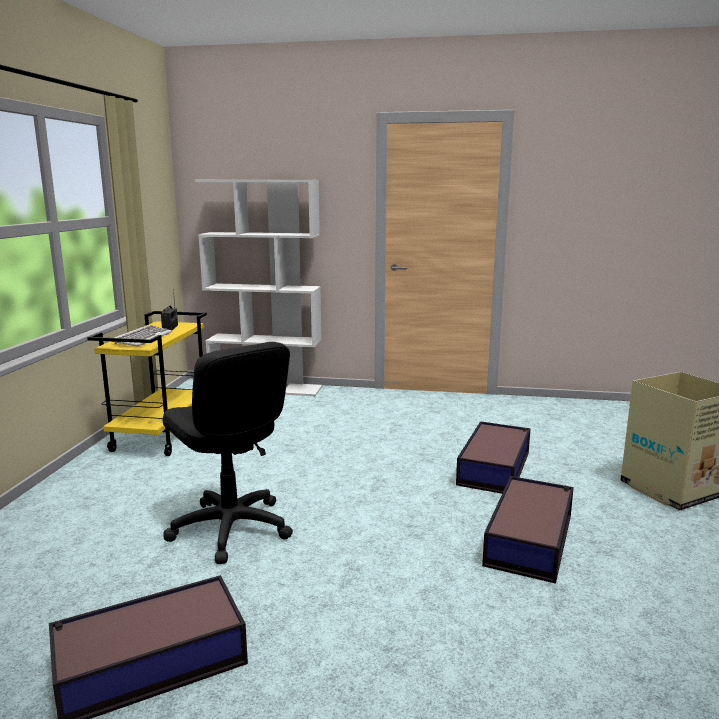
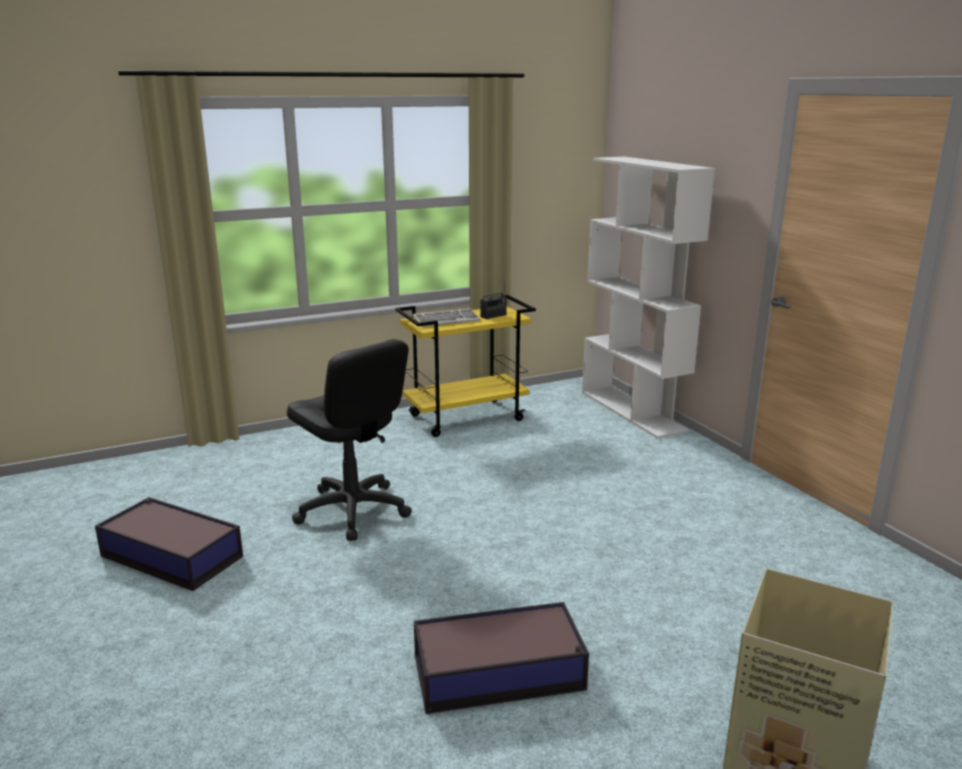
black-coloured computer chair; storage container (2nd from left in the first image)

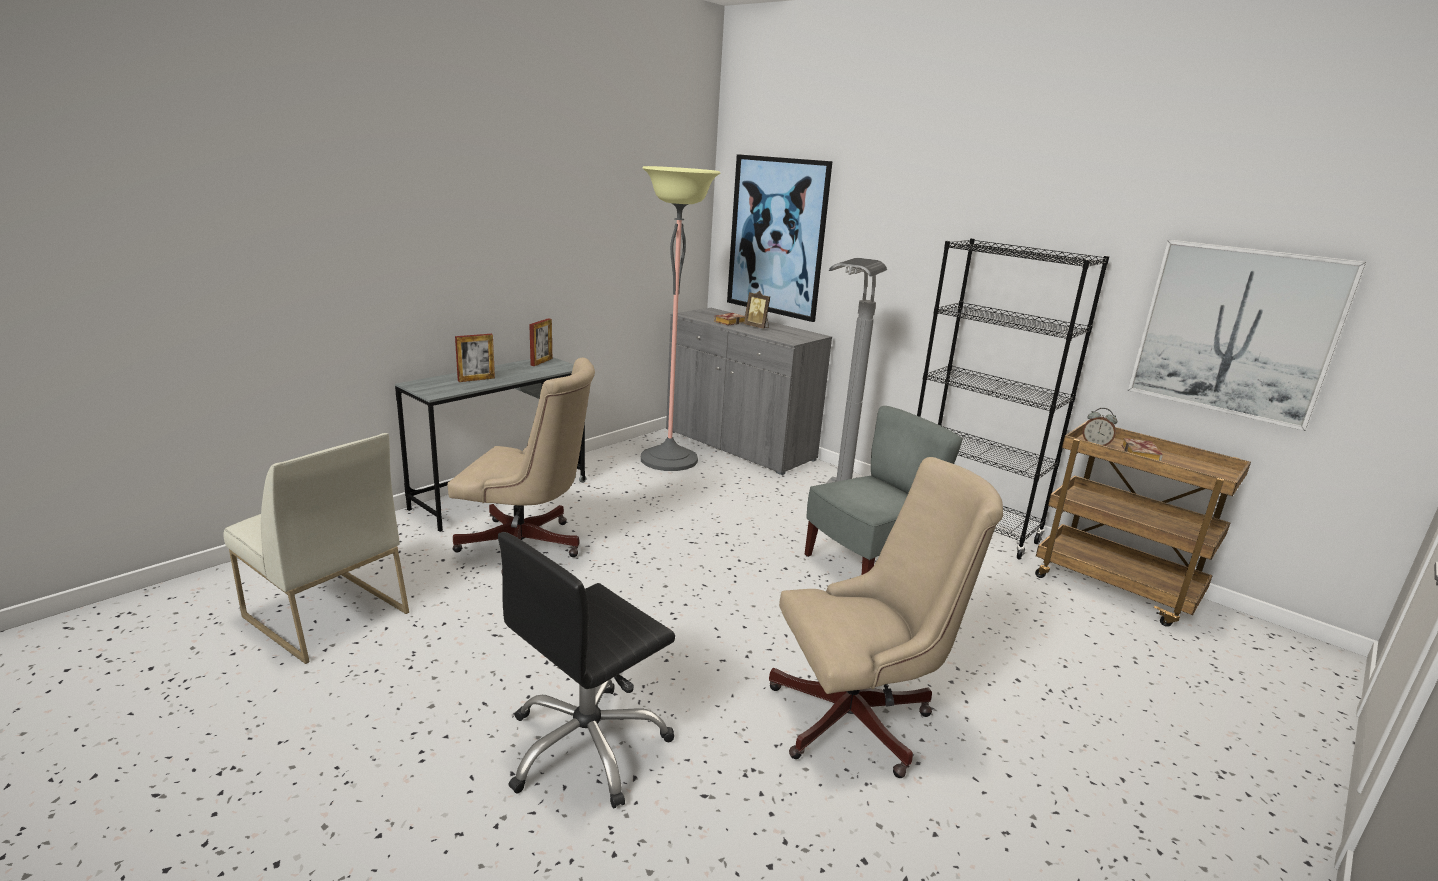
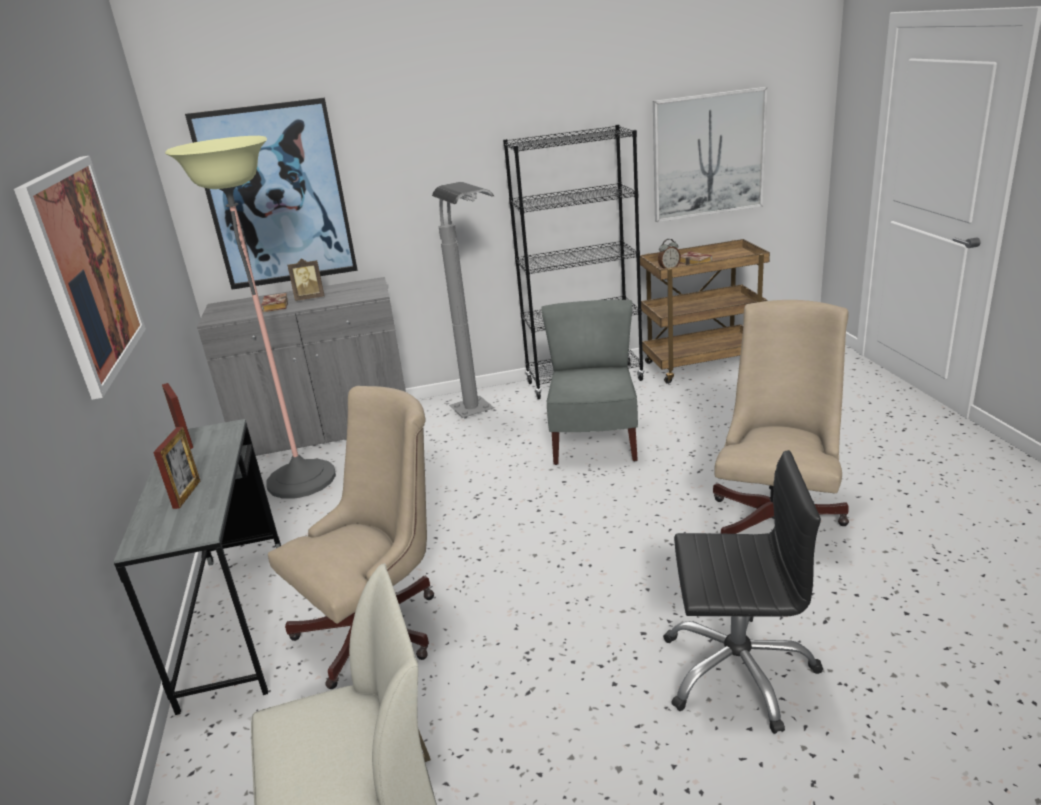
black-coloured computer chair; wall picture (1st from left)

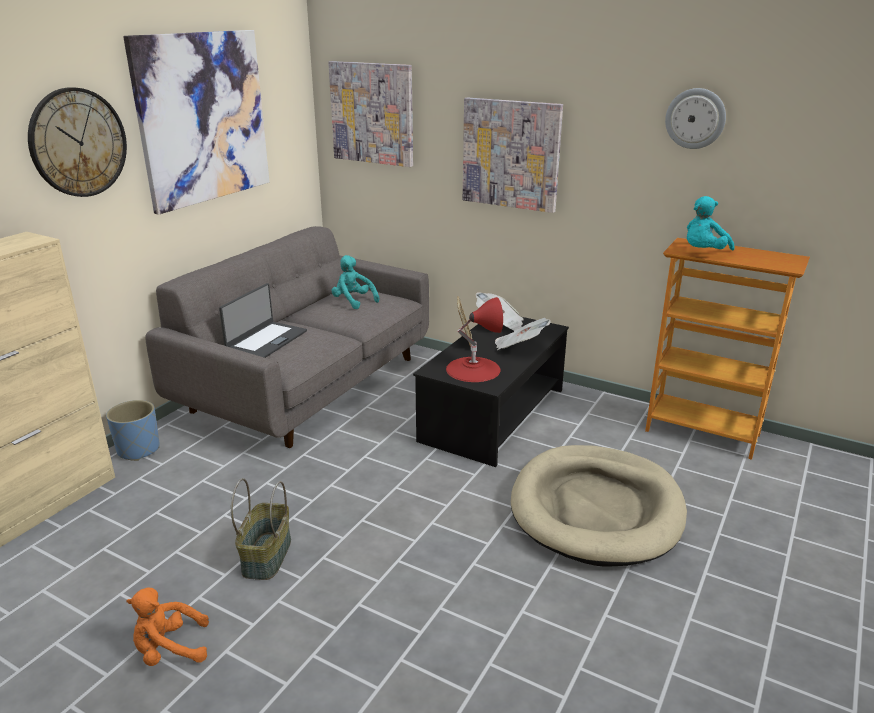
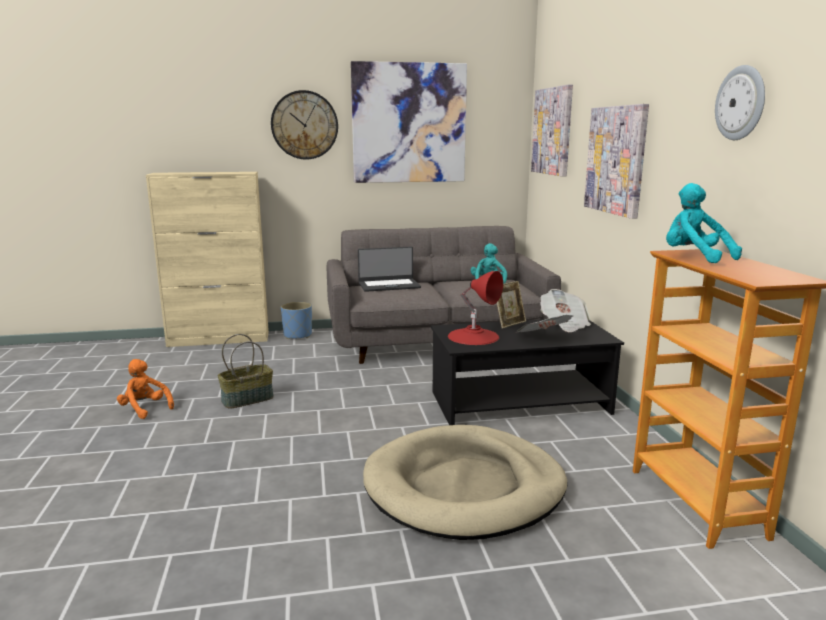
turquoise cuddly toy (2nd from left)

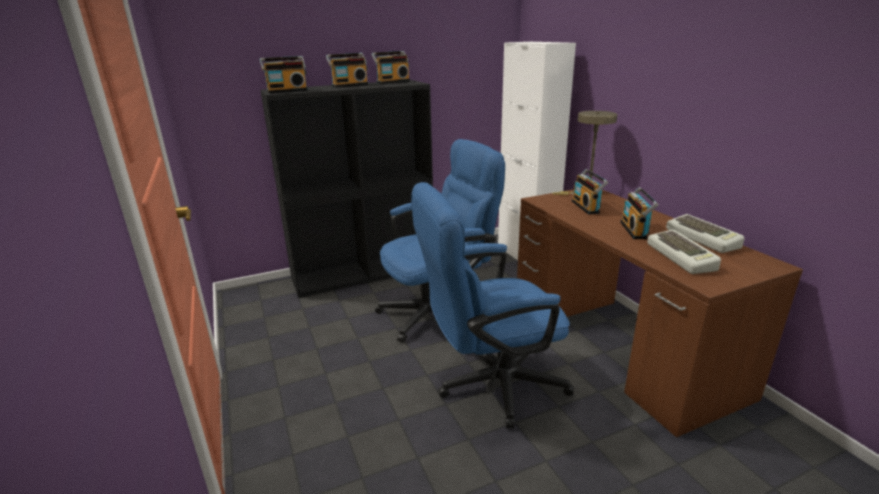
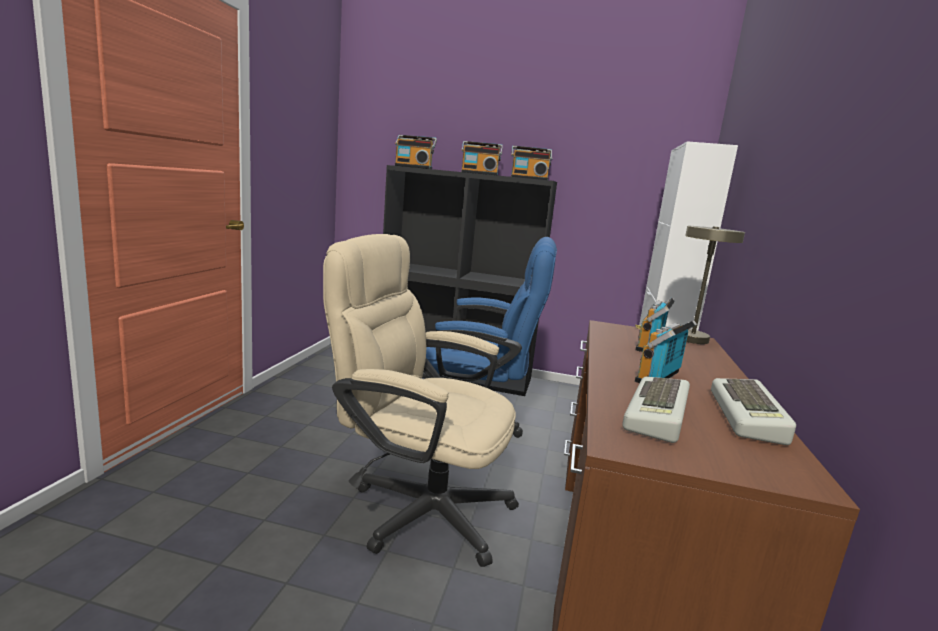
beige-coloured computer chair

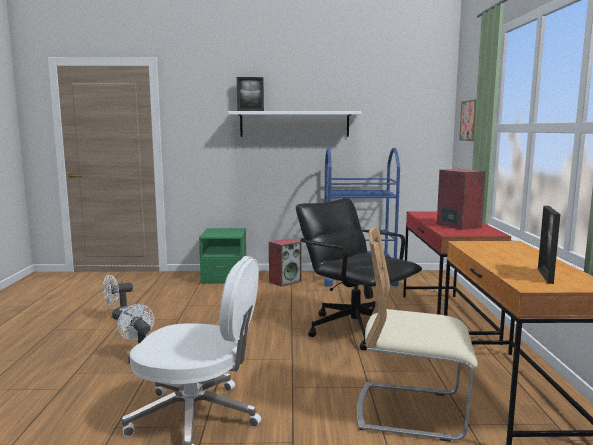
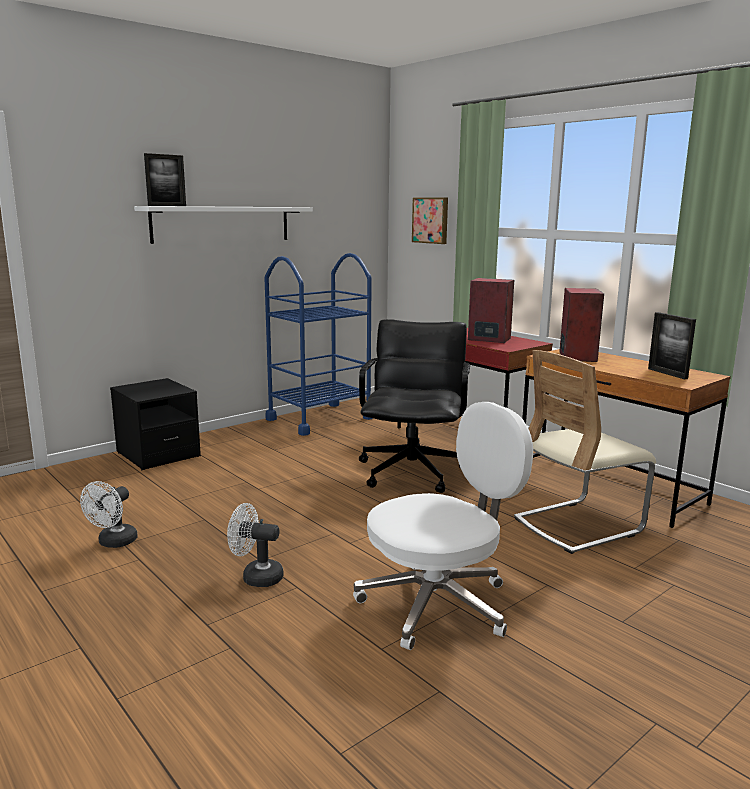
black-coloured computer chair; black-coloured night table; audio speaker (2nd from left)

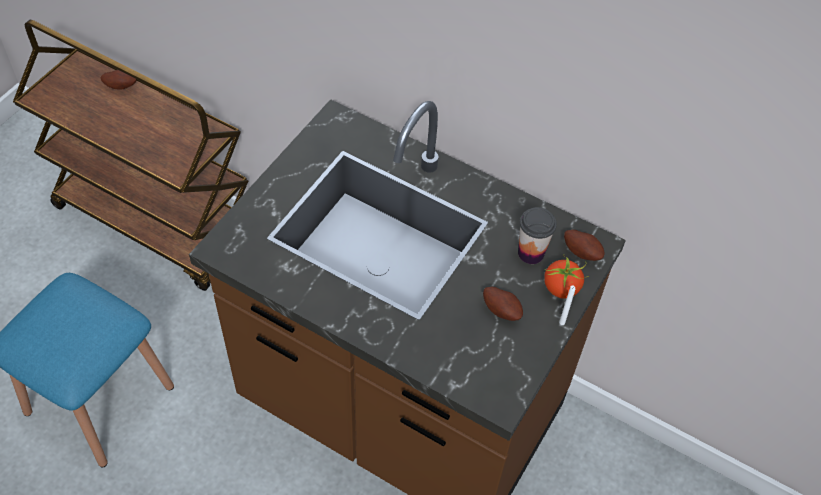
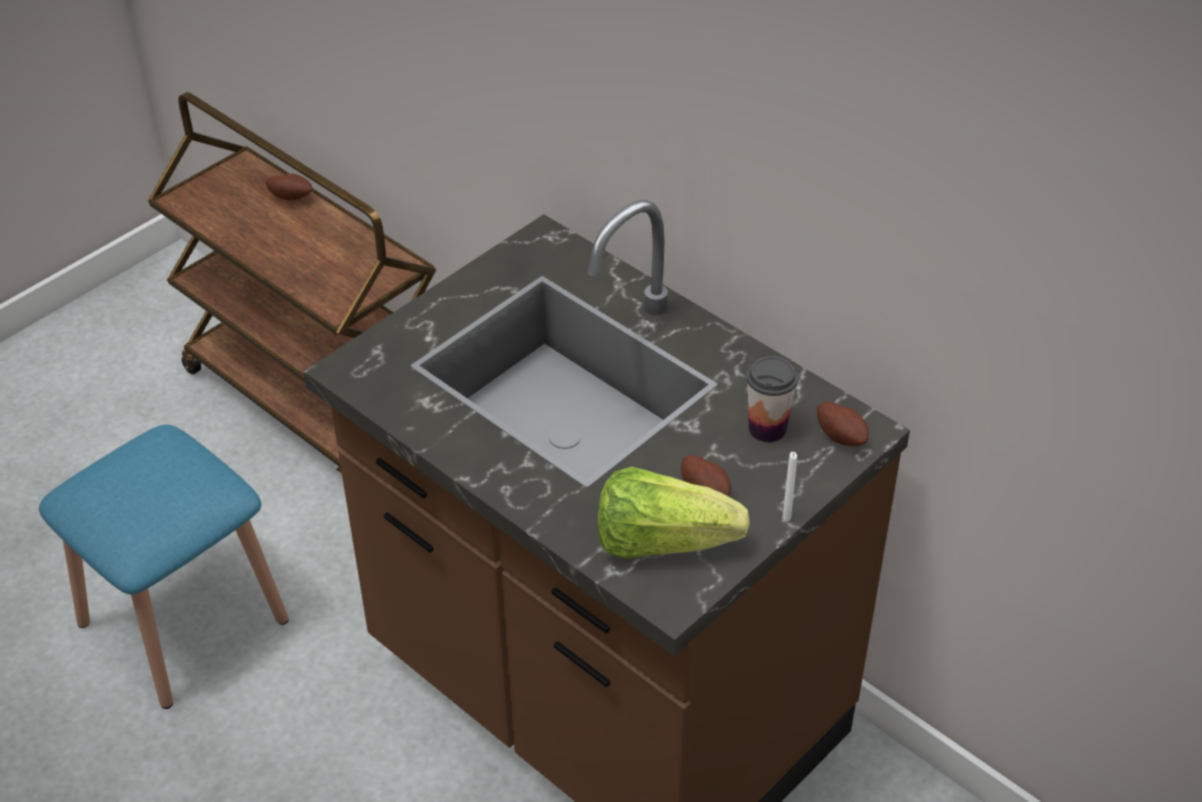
whole tomato; head of lettuce

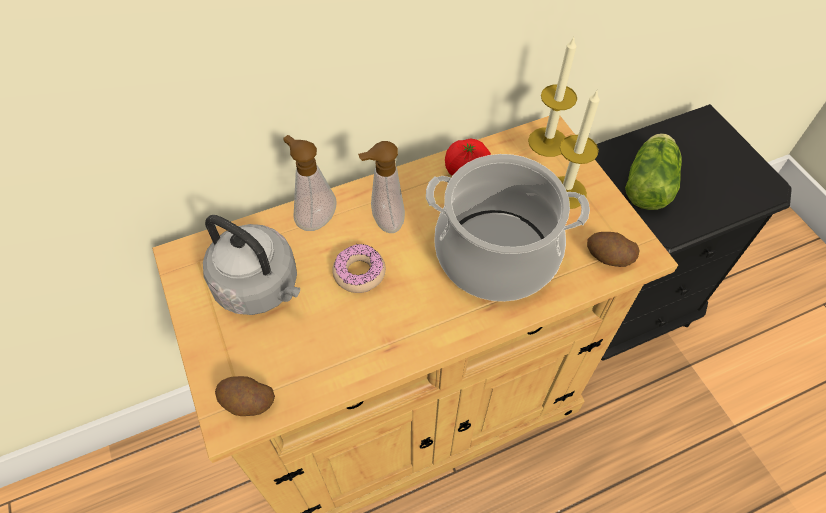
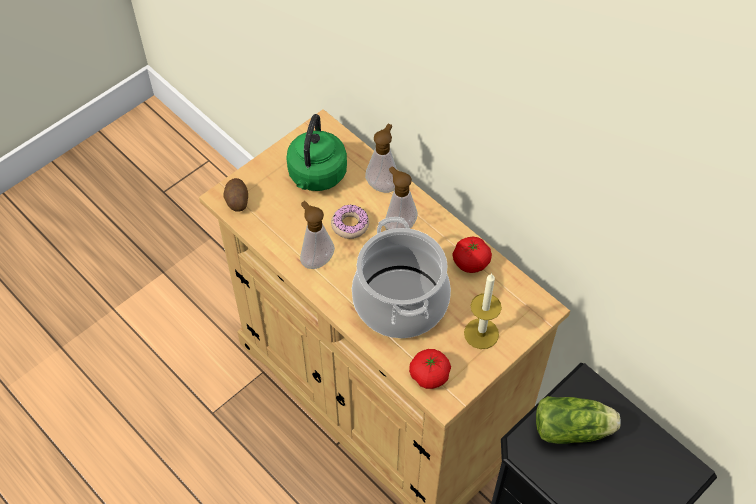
wax candle (1st from left in the first image); green kettle; whole tomato (1st from left); soap bottle (1st from left)

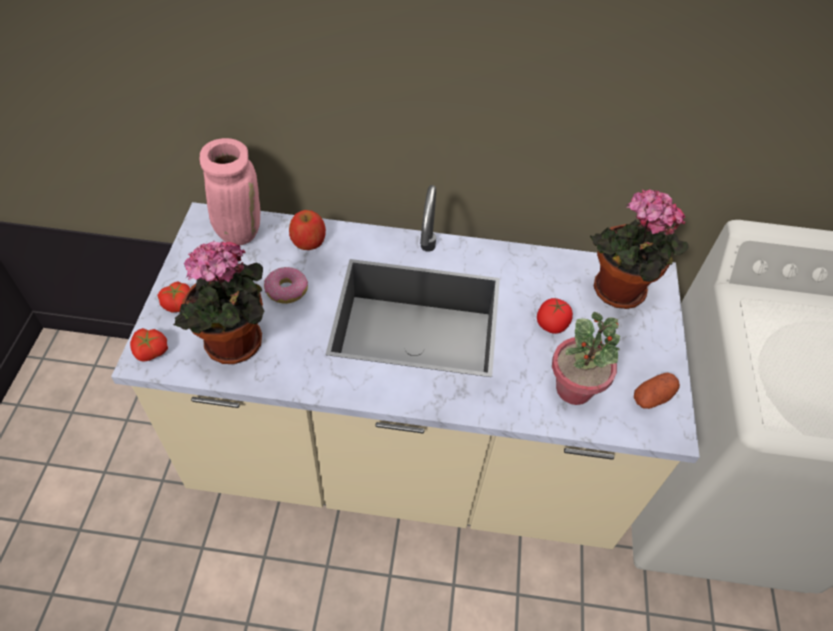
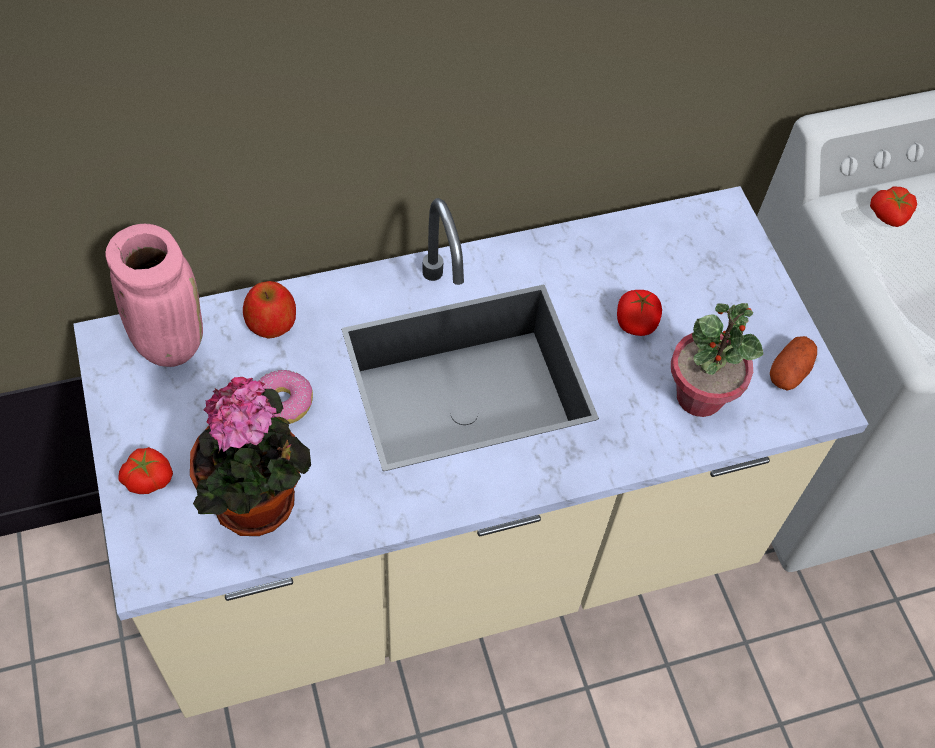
houseplant (3rd from left in the first image); whole tomato (3rd from left)

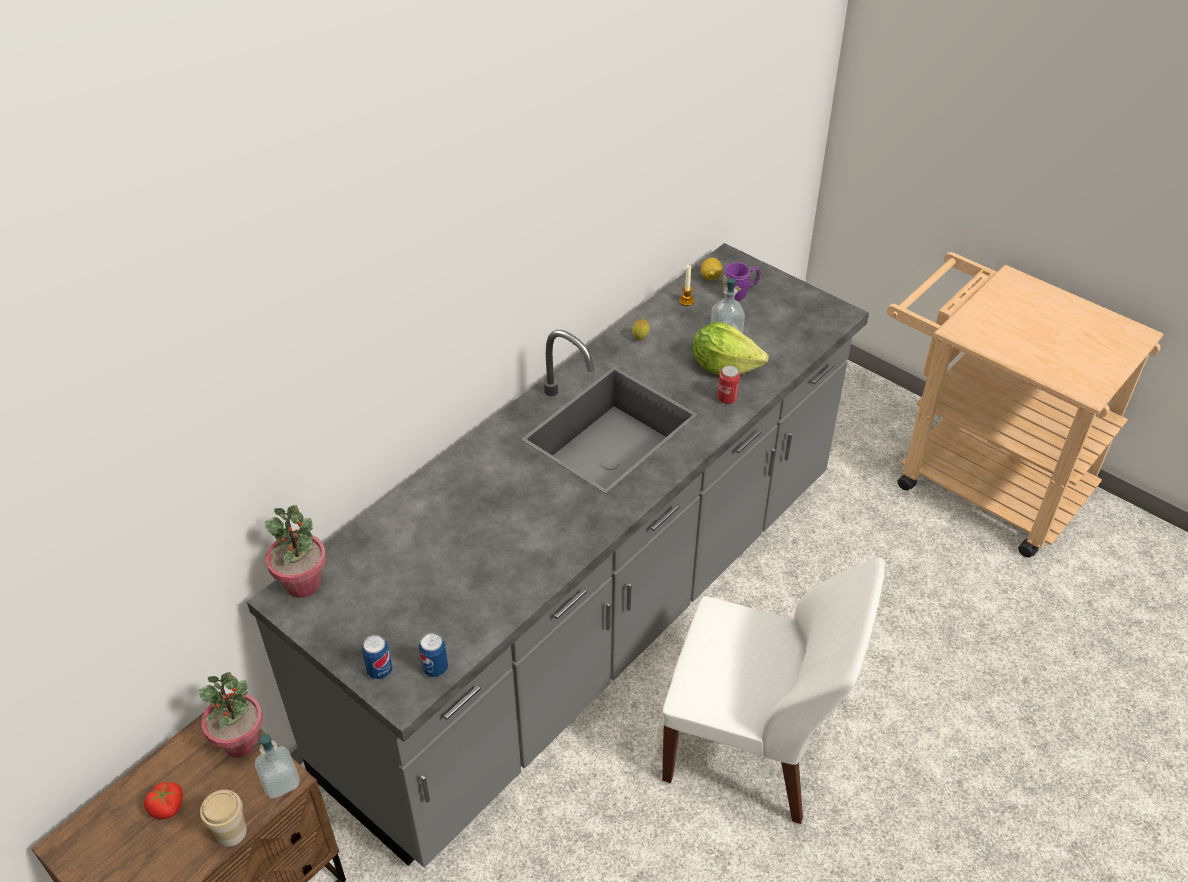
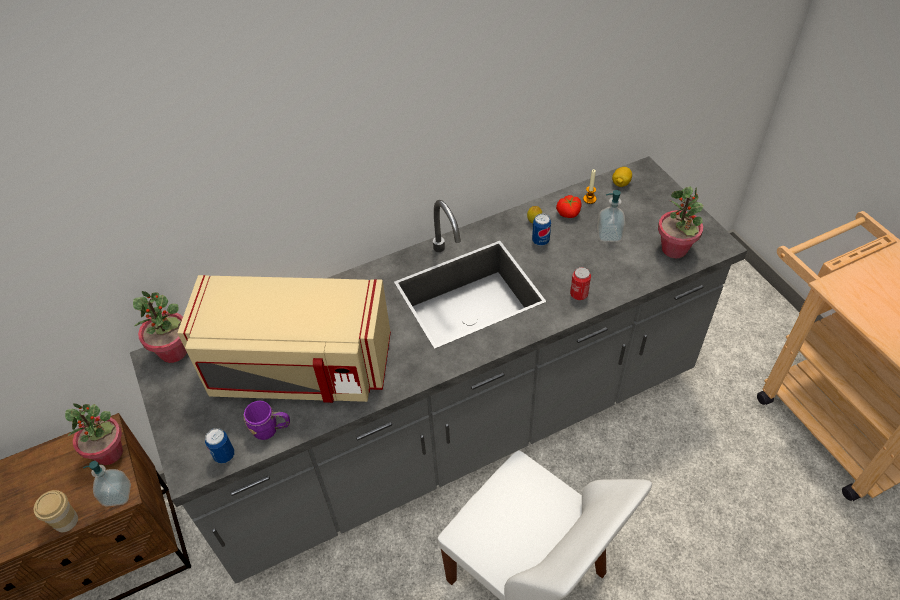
purple coffee mug; head of lettuce; sealed can (2nd from left); whole tomato; houseplant (3rd from left); beige-coloured microwave

